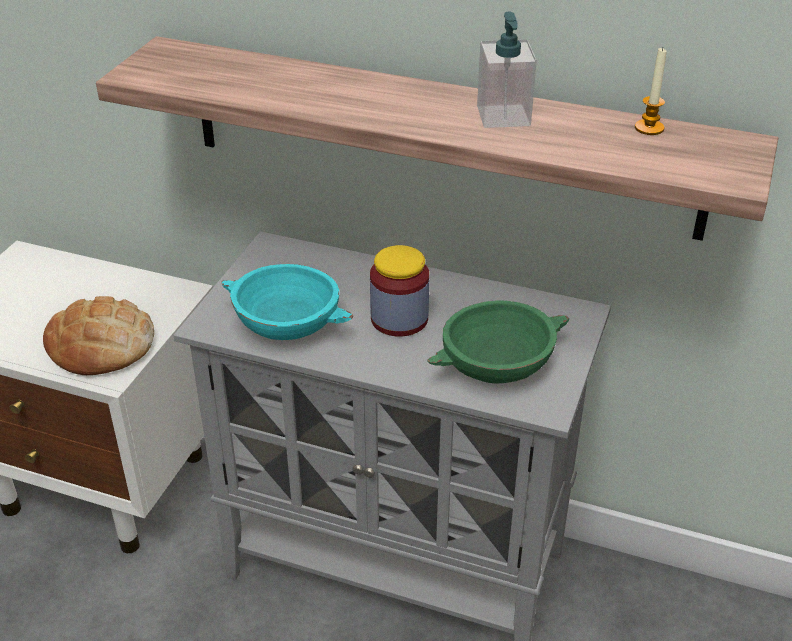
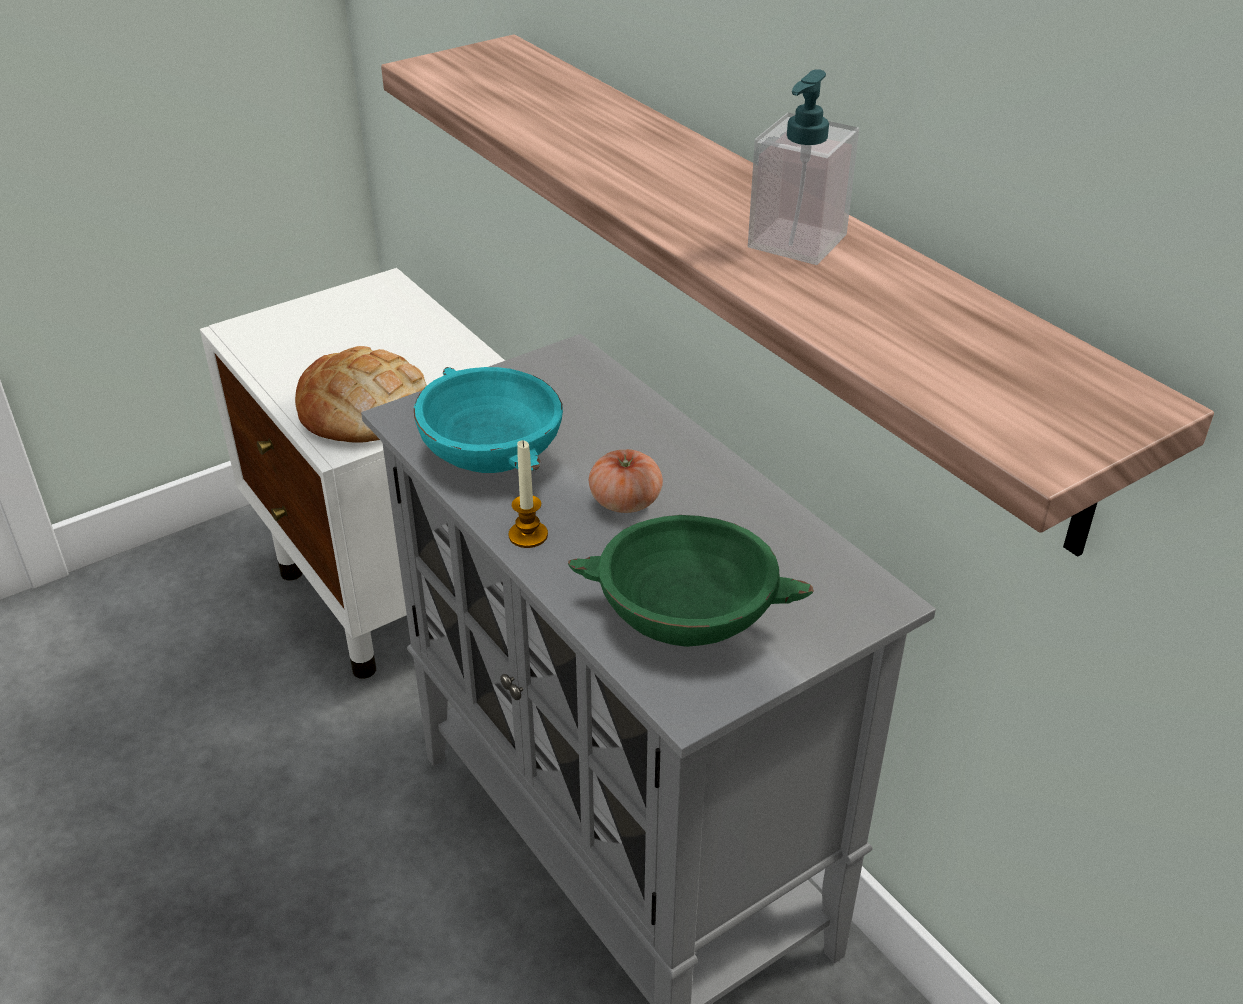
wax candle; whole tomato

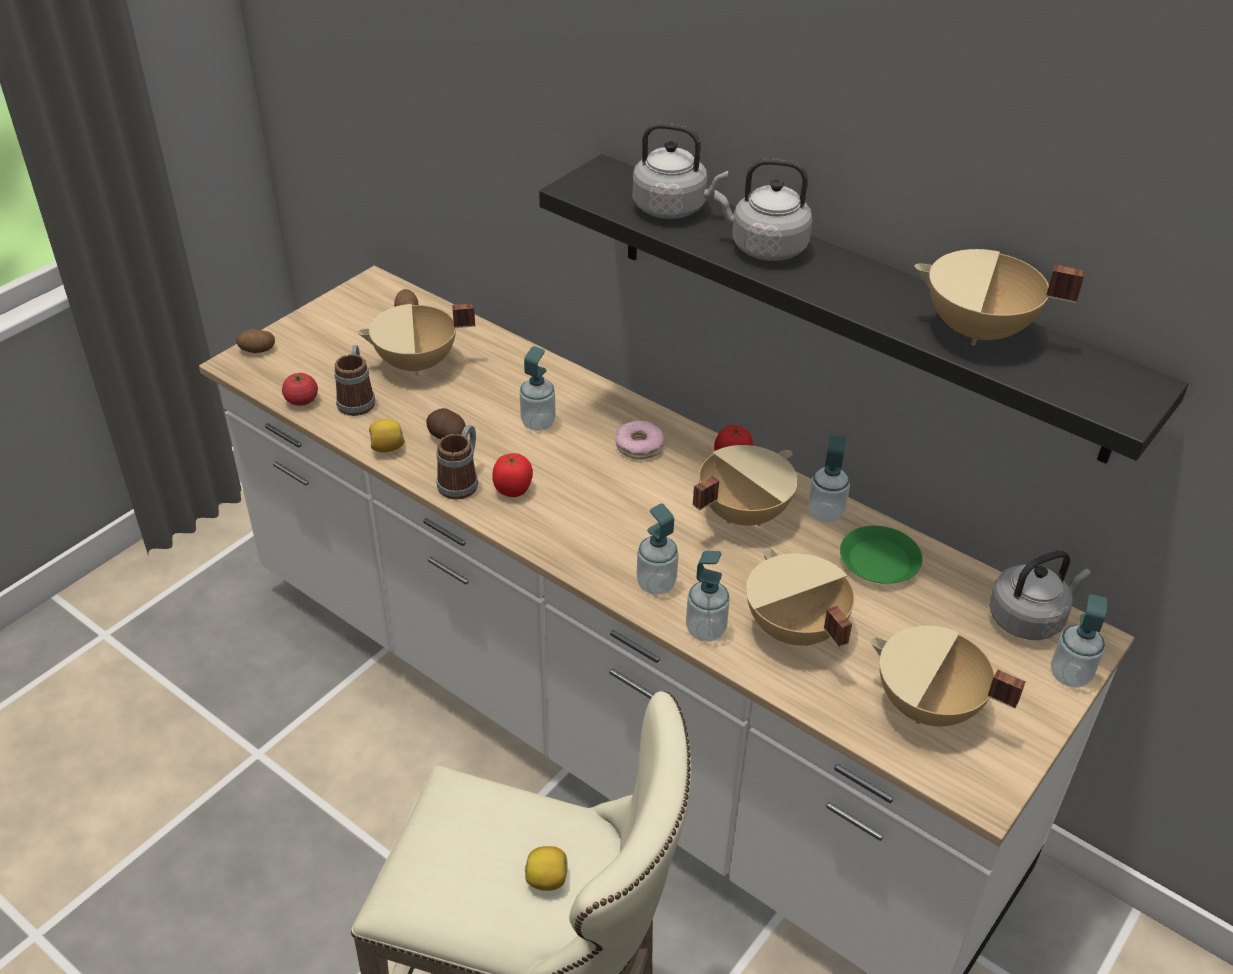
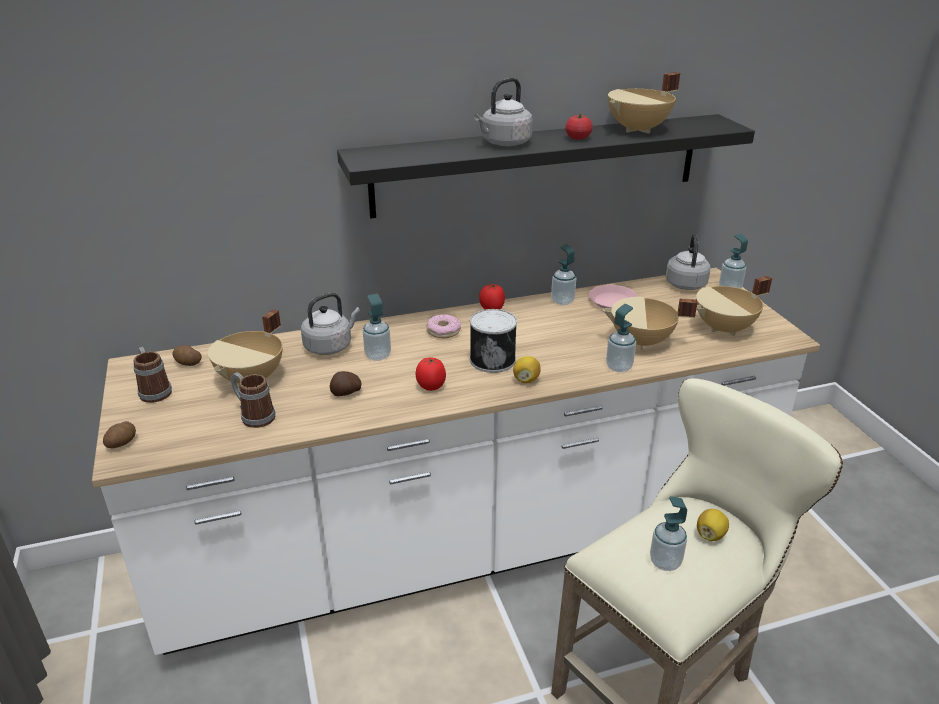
greyish kettle (1st from left); whole tomato (3rd from left); whole lemon (1st from left); coffee mug (1st from left); beige-coloured cooking pot (2nd from left in the first image); soap bottle (4th from left); pink-coloured plate; sealed can

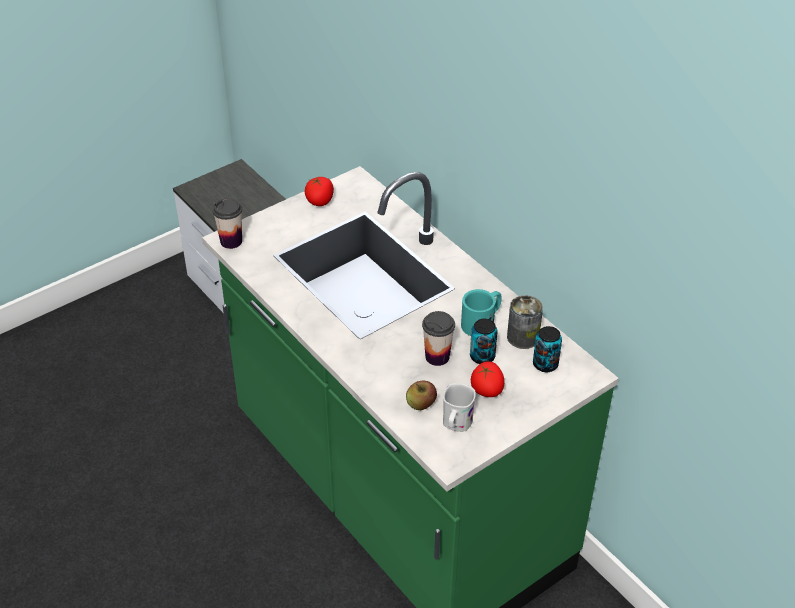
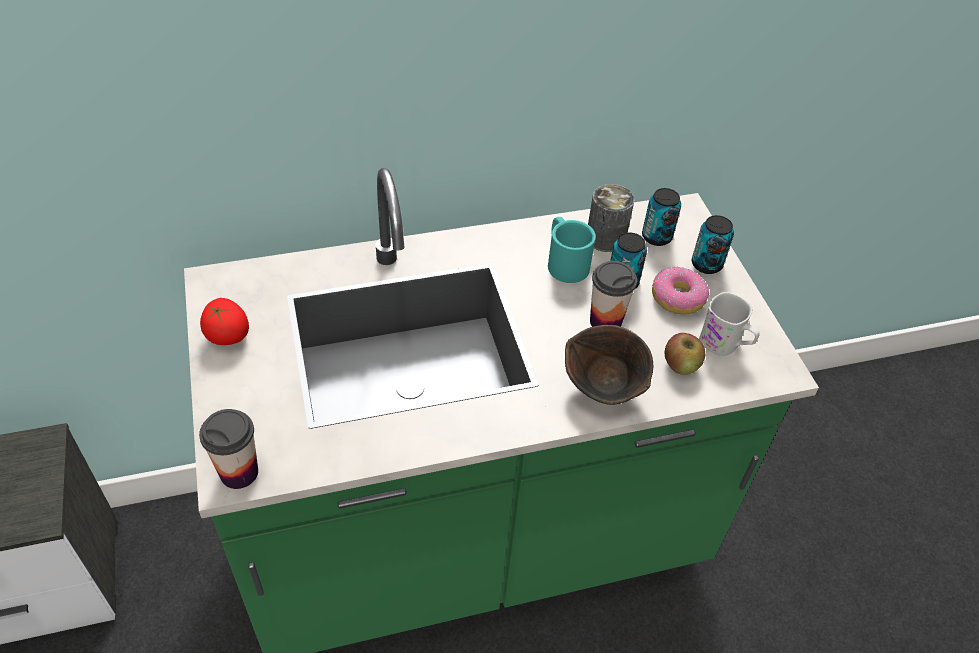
donut; sealed can (4th from left); brownish deep dish

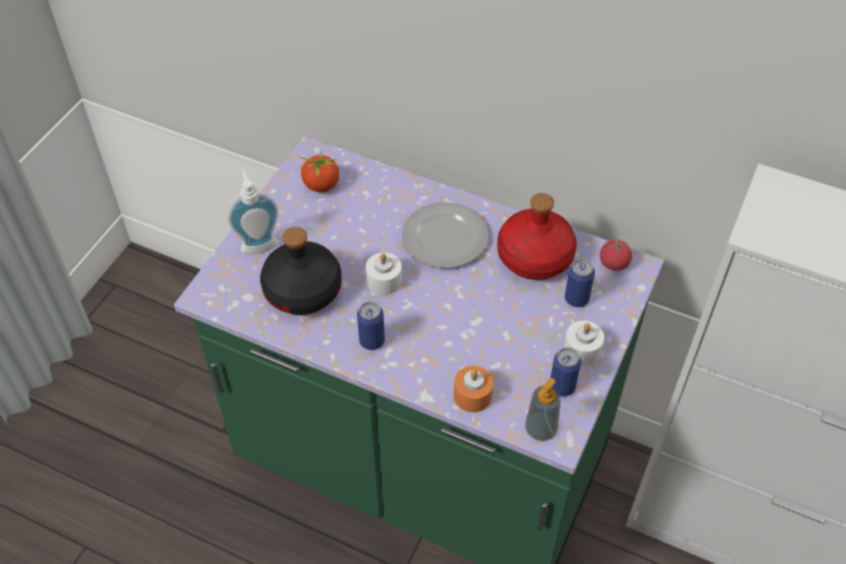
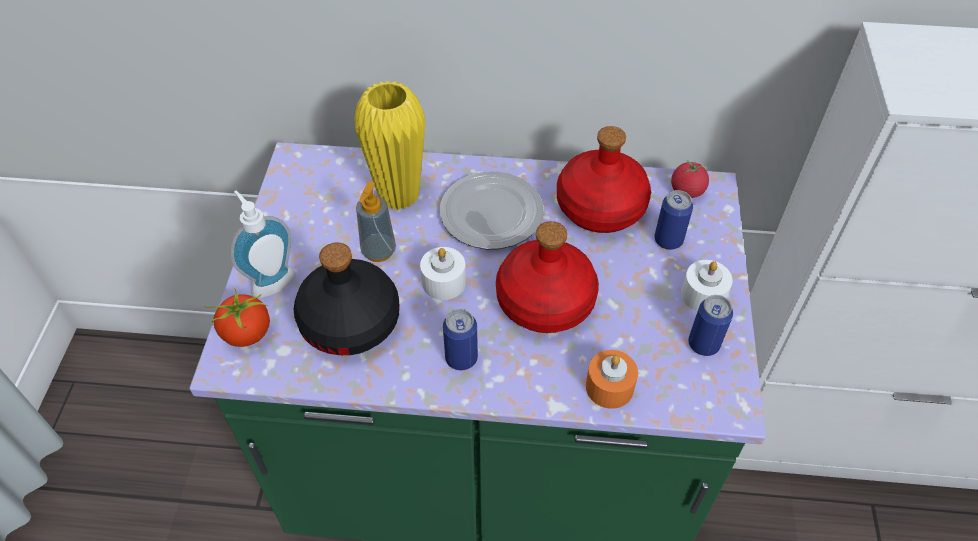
whole tomato (1st from left); soap bottle (2nd from left); yellow flower vase; reddish beverage bottle (1st from left)

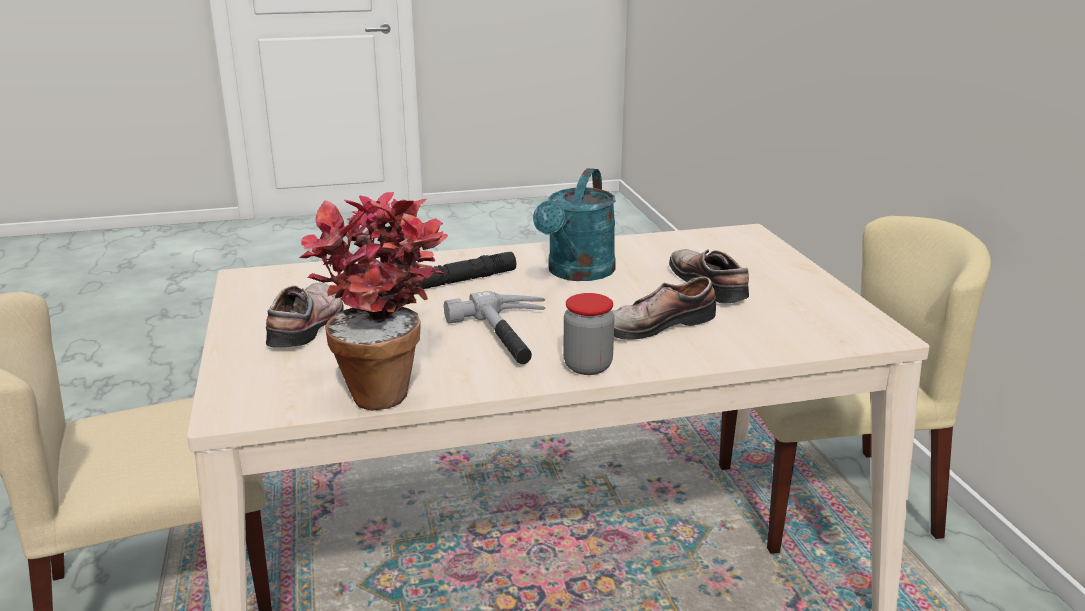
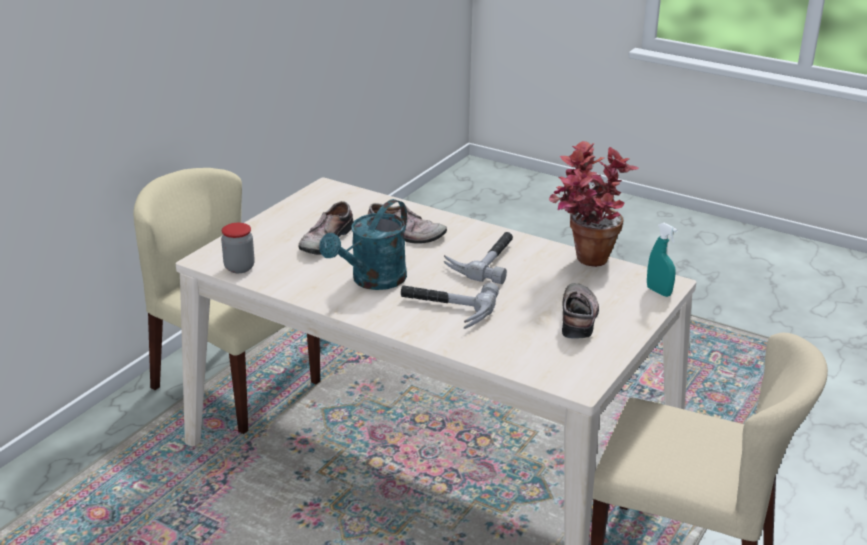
turquoise watering pot; tool hammer (1st from left); low shoe (3rd from left); storage jar; turquoise hand sprayer

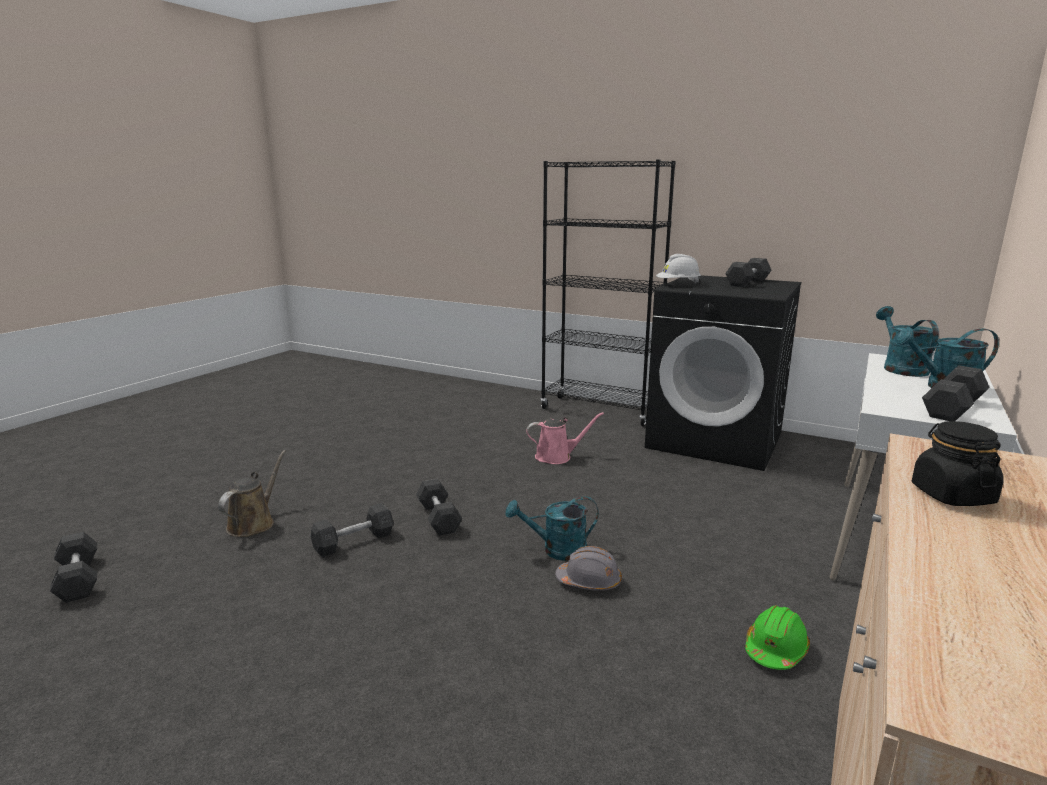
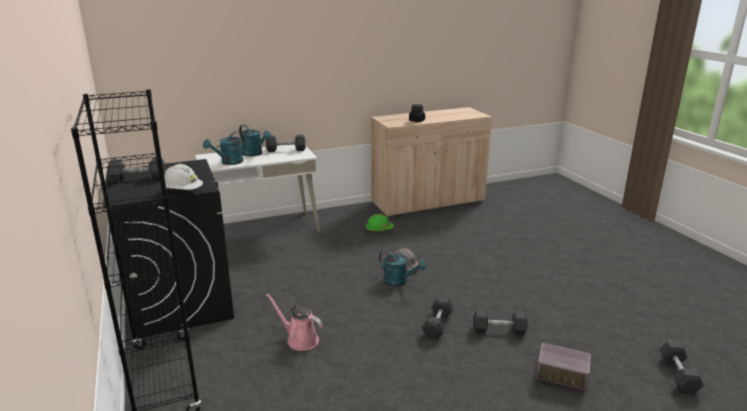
radio

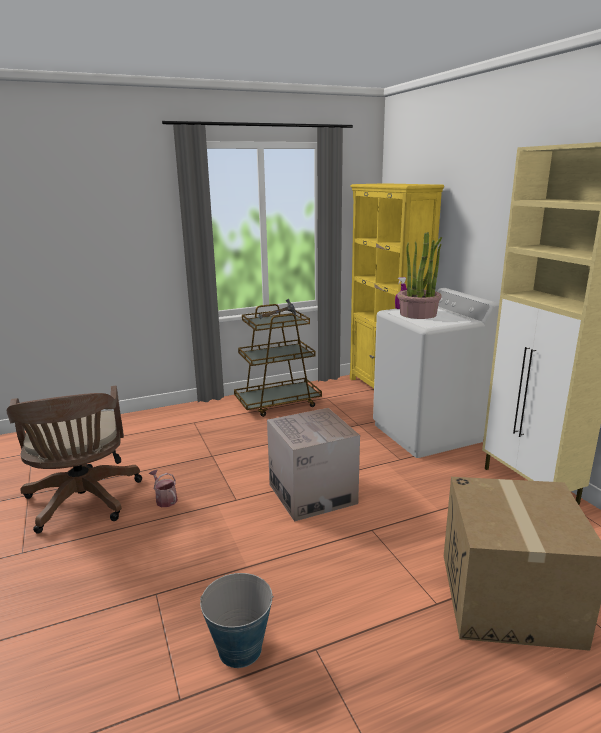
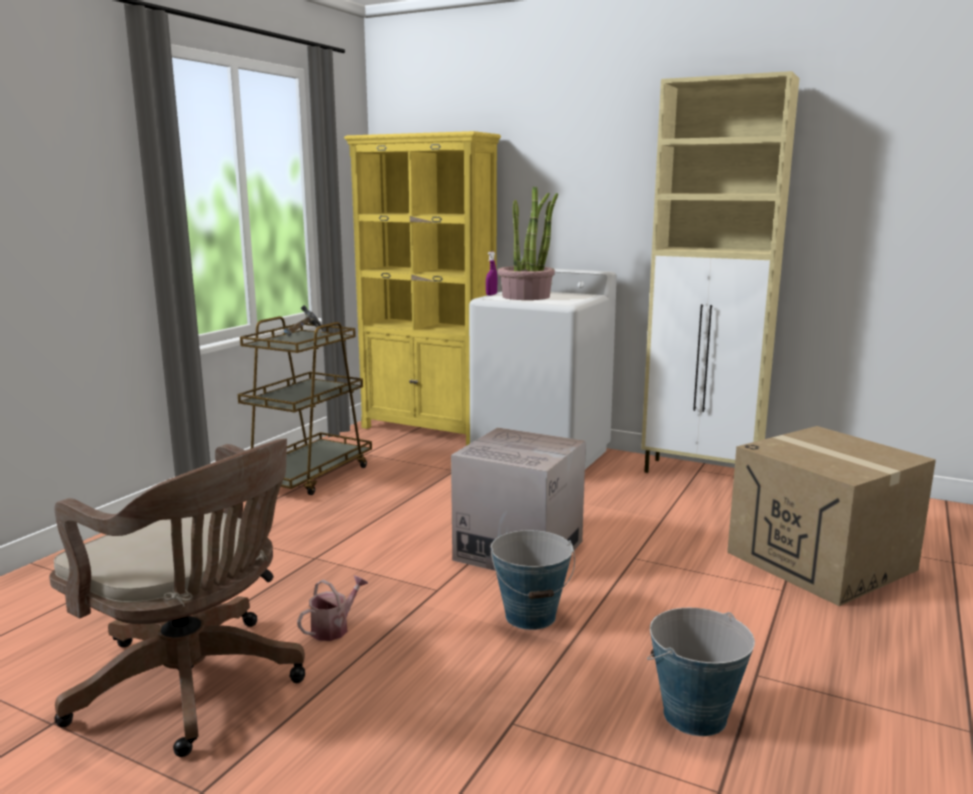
watering pot; pail (1st from left)

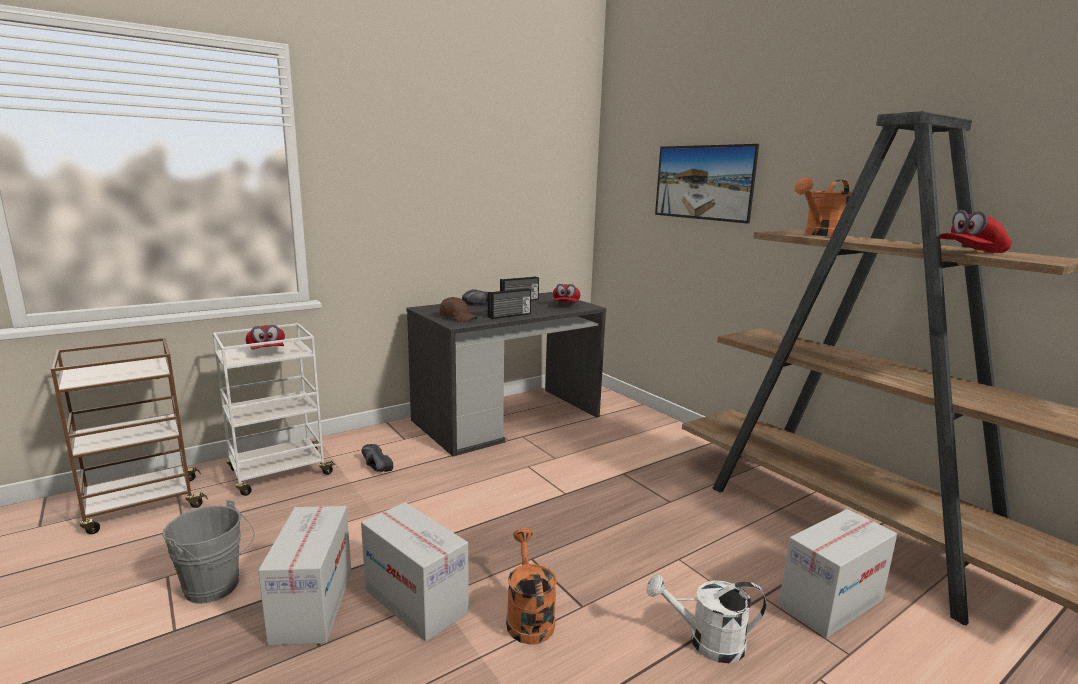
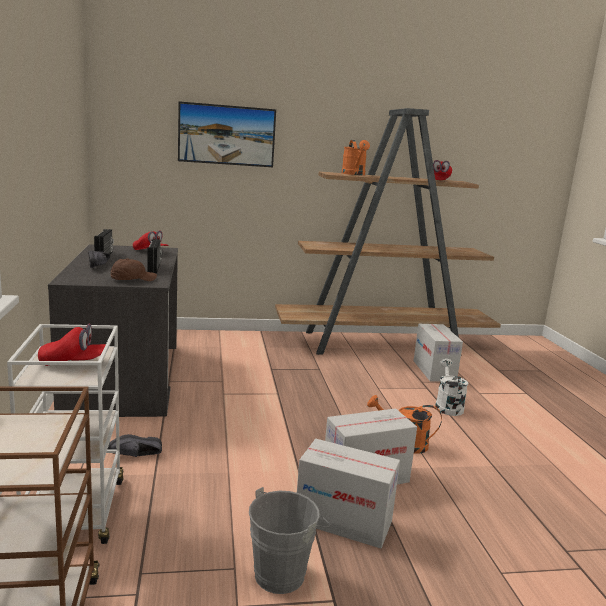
white-coloured watering pot

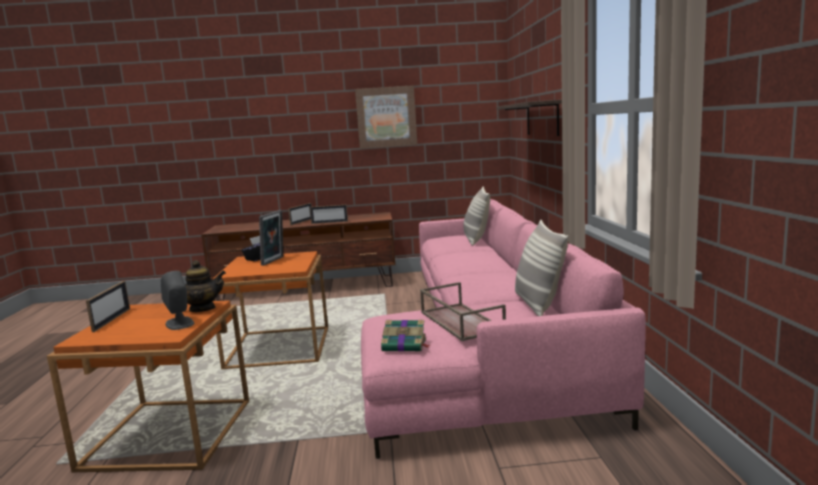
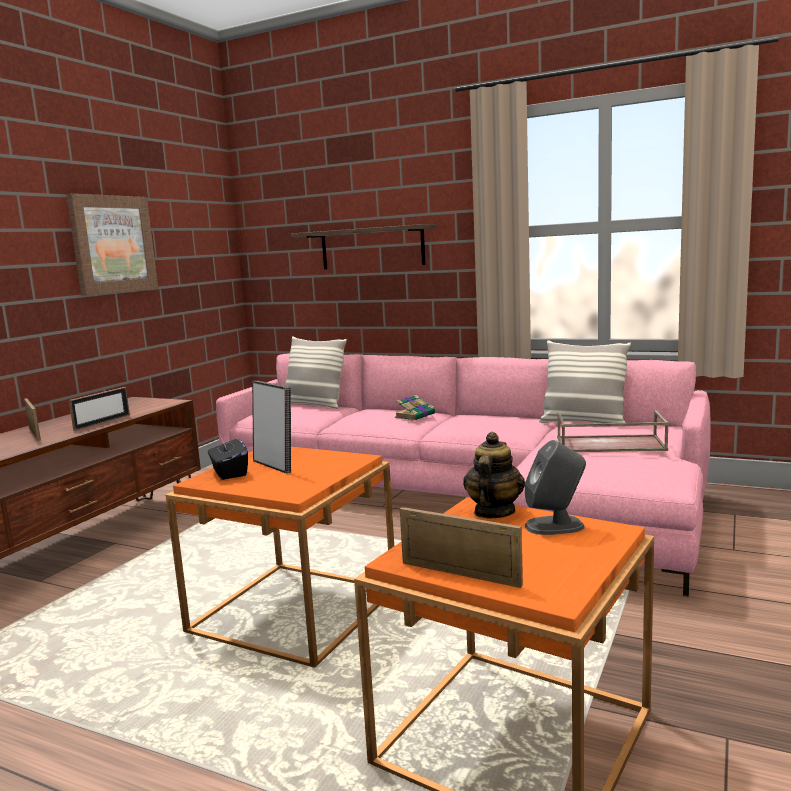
book

